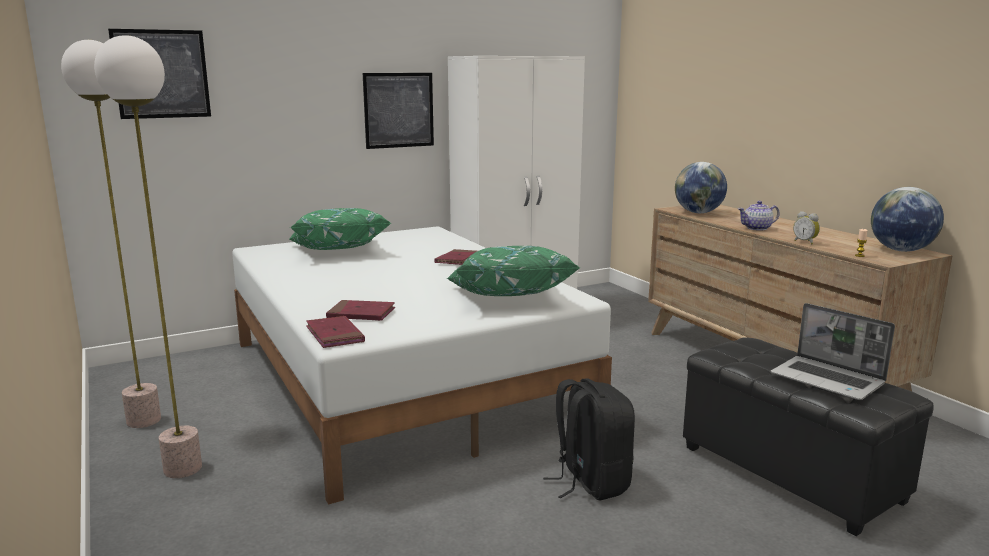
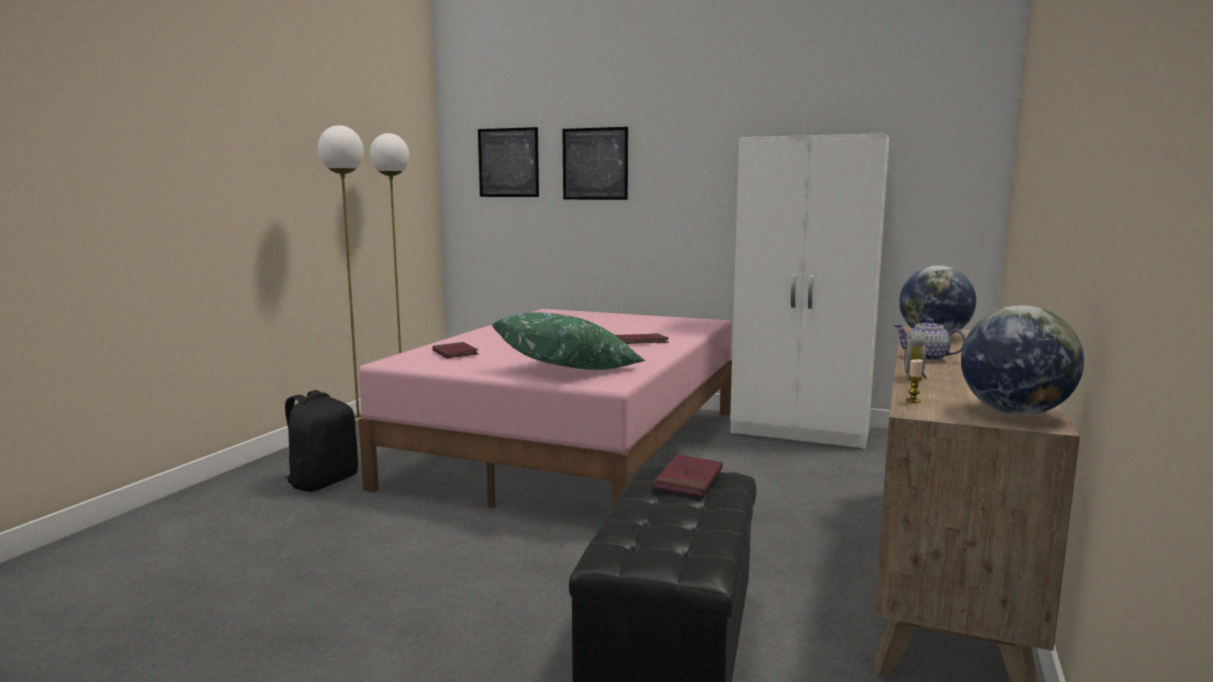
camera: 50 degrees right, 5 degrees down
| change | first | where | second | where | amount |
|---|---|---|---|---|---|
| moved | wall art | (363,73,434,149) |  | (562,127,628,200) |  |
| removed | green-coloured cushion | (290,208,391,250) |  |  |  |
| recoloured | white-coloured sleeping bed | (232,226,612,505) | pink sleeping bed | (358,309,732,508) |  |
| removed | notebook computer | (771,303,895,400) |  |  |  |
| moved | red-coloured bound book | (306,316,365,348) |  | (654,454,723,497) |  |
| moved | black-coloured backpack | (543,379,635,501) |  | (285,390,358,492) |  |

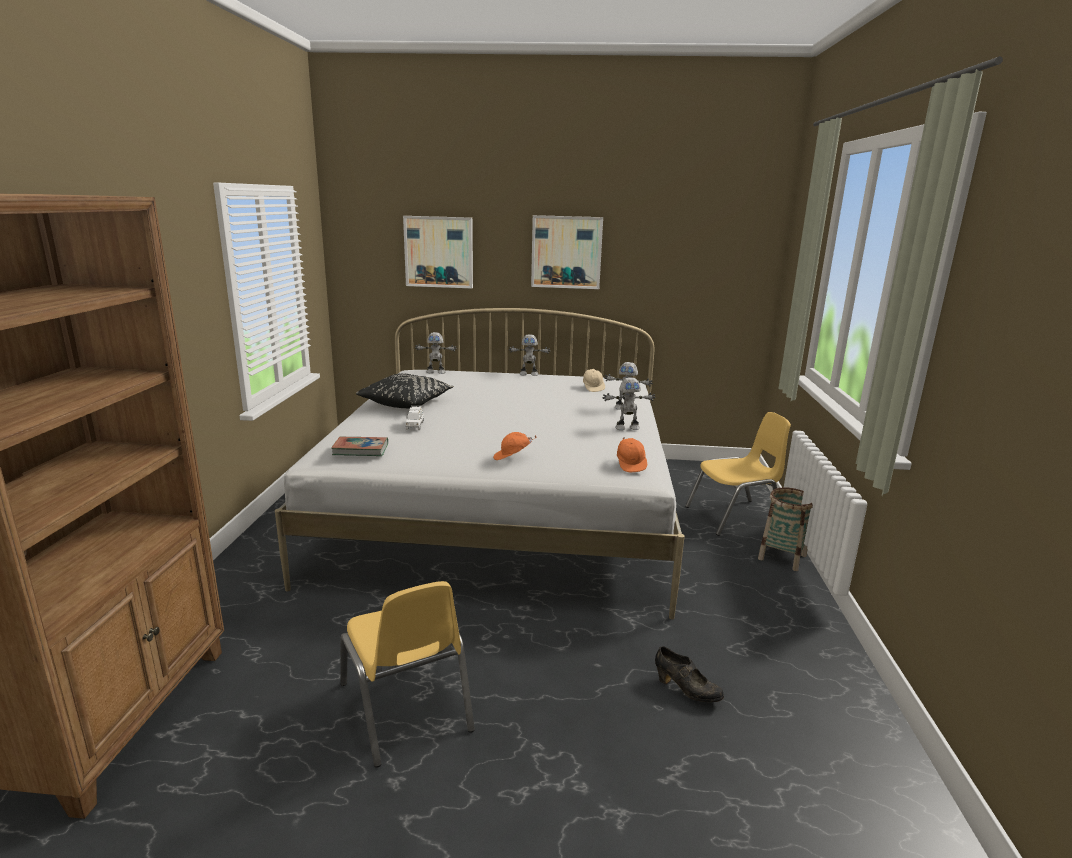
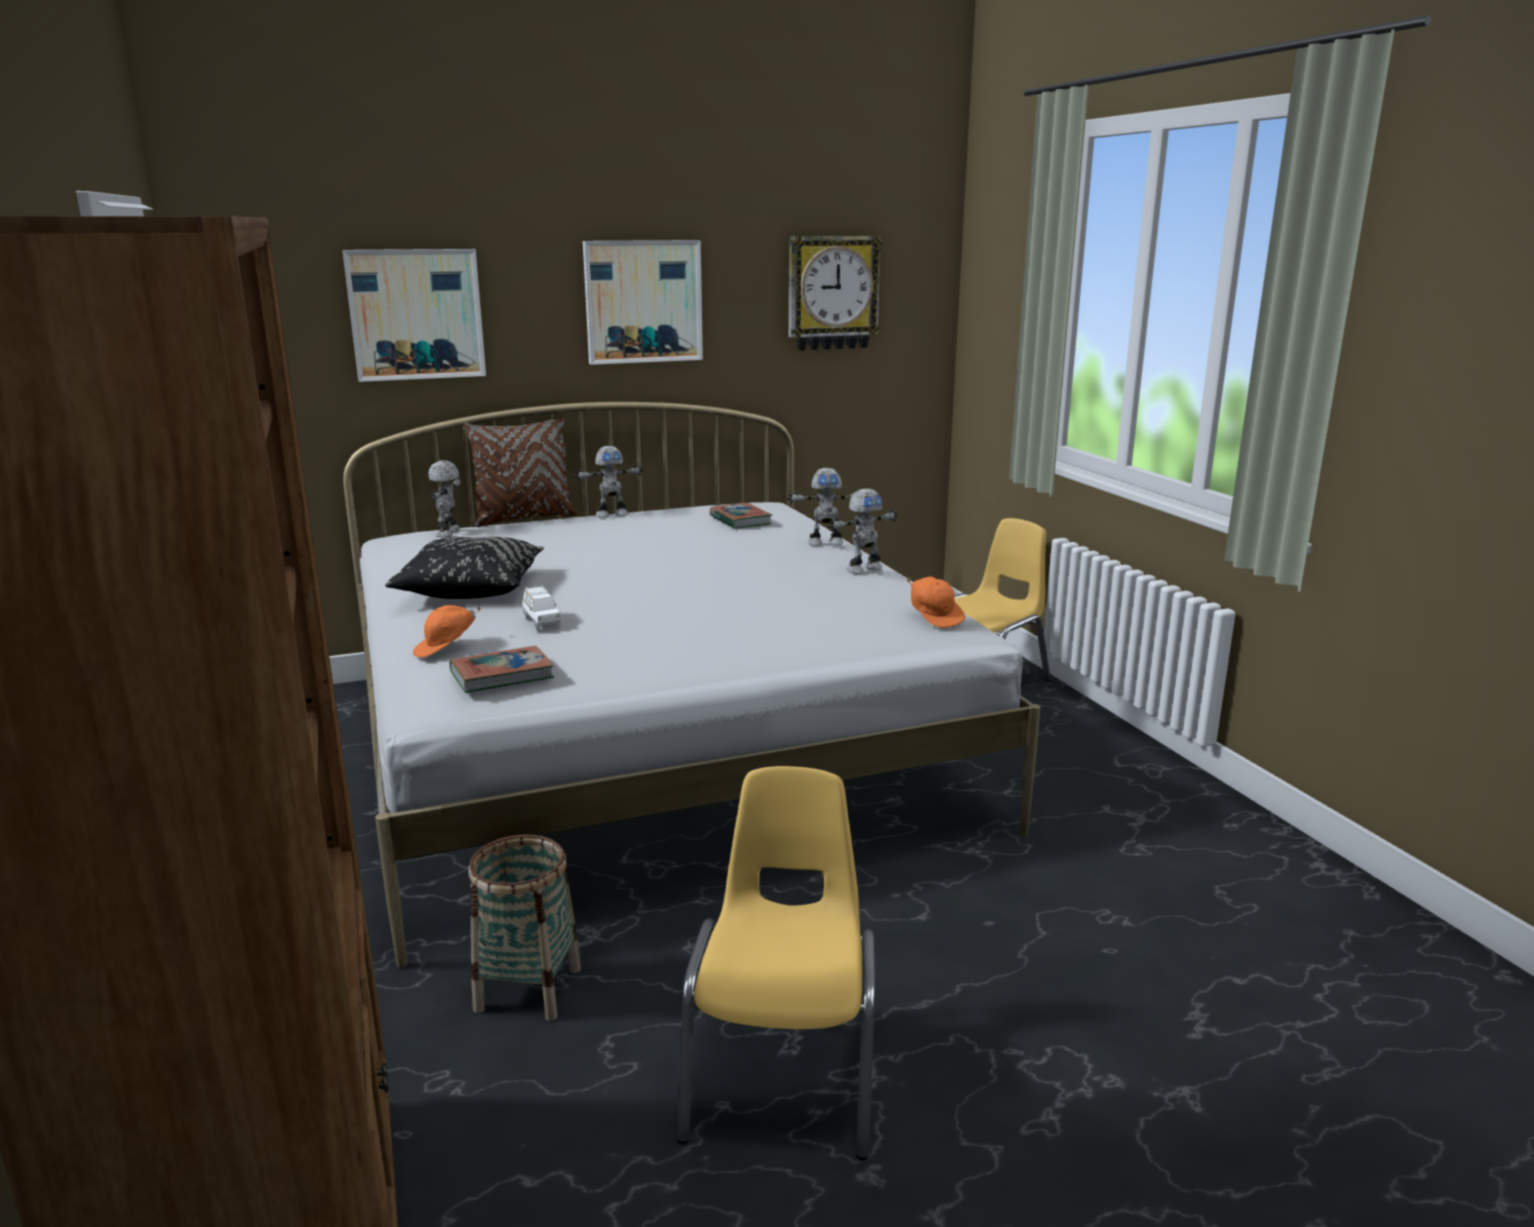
camera: 25 degrees left, 0 degrees up
| change | first | where | second | where | amount |
|---|---|---|---|---|---|
| turned | model robot | (415,332,457,374) |  | (428,460,461,537) | 120 degrees clockwise |
| replaced | beige-coloured cap | (583,369,605,392) | bound book | (709,503,772,529) |  |
| moved | orangey cap | (493,432,537,460) |  | (413,605,481,657) |  |
| moved | household basket | (758,488,813,571) |  | (469,835,581,1021) |  |
| turned | yellow-coloured upright chair | (340,581,475,768) |  | (677,766,875,1160) | 120 degrees counterclockwise |
| removed | black-coloured low shoe | (655,646,724,702) |  |  |  |
| added |  |  | clock on the wall | (789,236,883,351) |  |
| added |  |  | brown-coloured cushion | (464,418,577,527) |  |

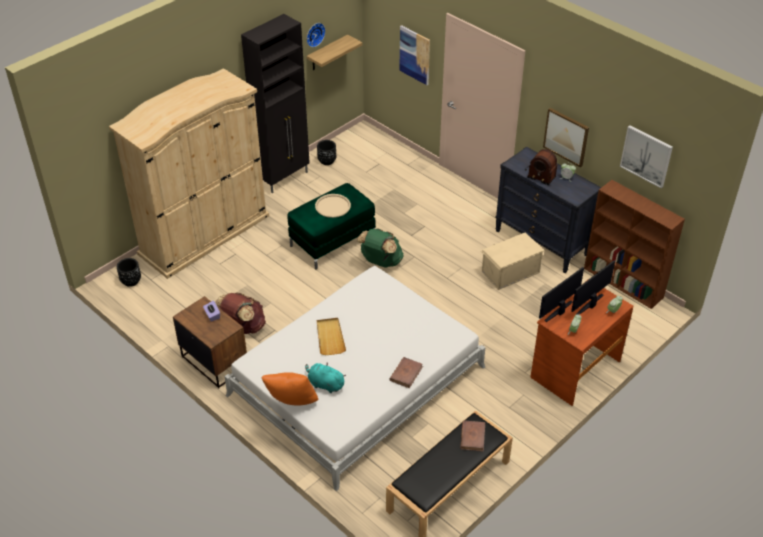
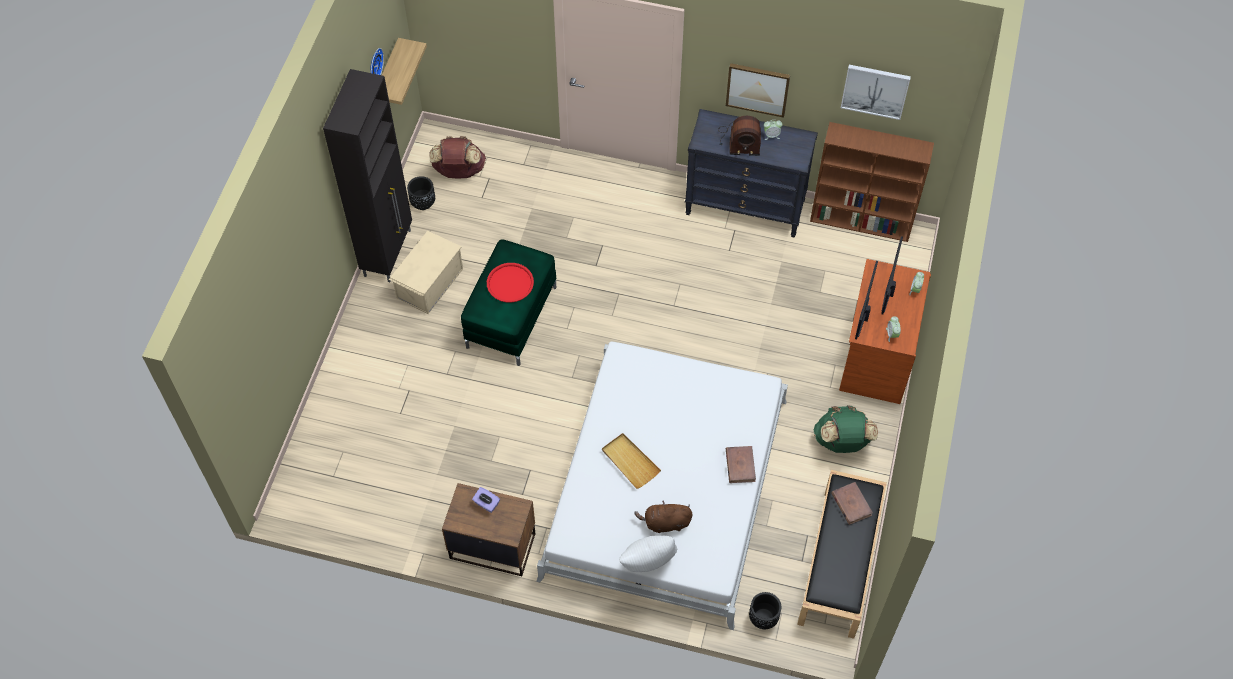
camera: 30 degrees left, 15 degrees up
| change | first | where | second | where | amount |
|---|---|---|---|---|---|
| removed | wall art | (399,25,430,85) |  |  |  |
| removed | beige-coloured clothes cupboard | (109,68,269,279) |  |  |  |
| recoloured | beige-coloured serving tray | (315,194,351,218) | red-coloured serving tray | (487,263,534,303) |  |
| moved | green-coloured backpack | (357,229,404,268) |  | (814,405,878,453) |  |
| moved | beige-coloured storage container | (481,232,544,290) |  | (389,231,463,314) |  |
| moved | black-coloured planter | (117,258,141,287) |  | (749,592,781,629) |  |
| moved | brown-coloured backpack | (215,293,266,334) |  | (429,136,486,178) |  |
| recoloured | turquoise cuddly toy | (305,363,346,393) | brown-coloured cuddly toy | (634,501,693,533) |  |
| recoloured | orangey cushion | (261,372,318,406) | white-coloured cushion | (619,535,677,572) |  |

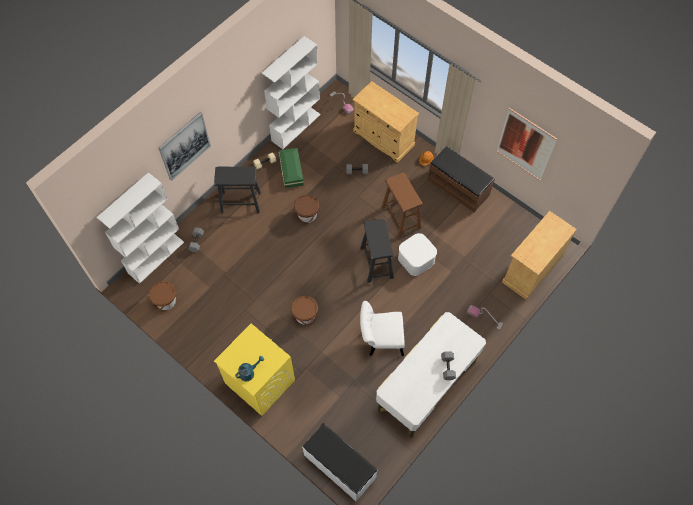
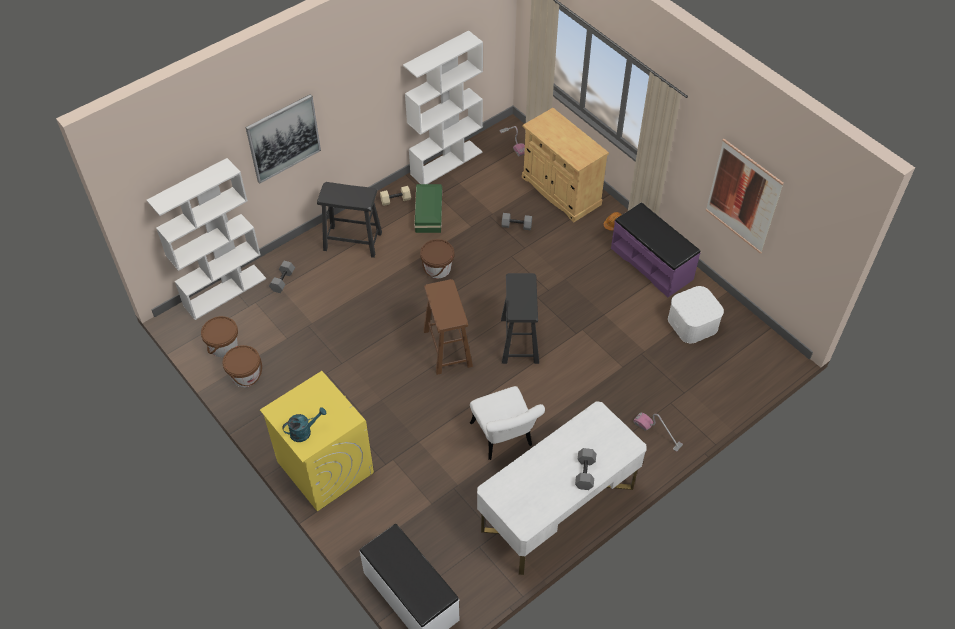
camera: 10 degrees right, 10 degrees down
| change | first | where | second | where | amount |
|---|---|---|---|---|---|
| recoloured | brown-coloured indoor bench | (428,146,494,212) | purple indoor bench | (611,202,700,297) |  |
| moved | brown-coloured sitting stool | (381,173,423,238) |  | (423,279,473,375) |  |
| removed | beige-coloured storage cabinet | (502,211,577,300) |  |  |  |
| moved | white-coloured storage container | (398,233,437,276) |  | (668,286,724,343) |  |
| moved | brown-coloured bucket | (291,296,318,325) |  | (223,345,262,387) |  |
| turned | white-coloured upright chair | (360,301,405,356) |  | (470,386,545,460) | 120 degrees counterclockwise |

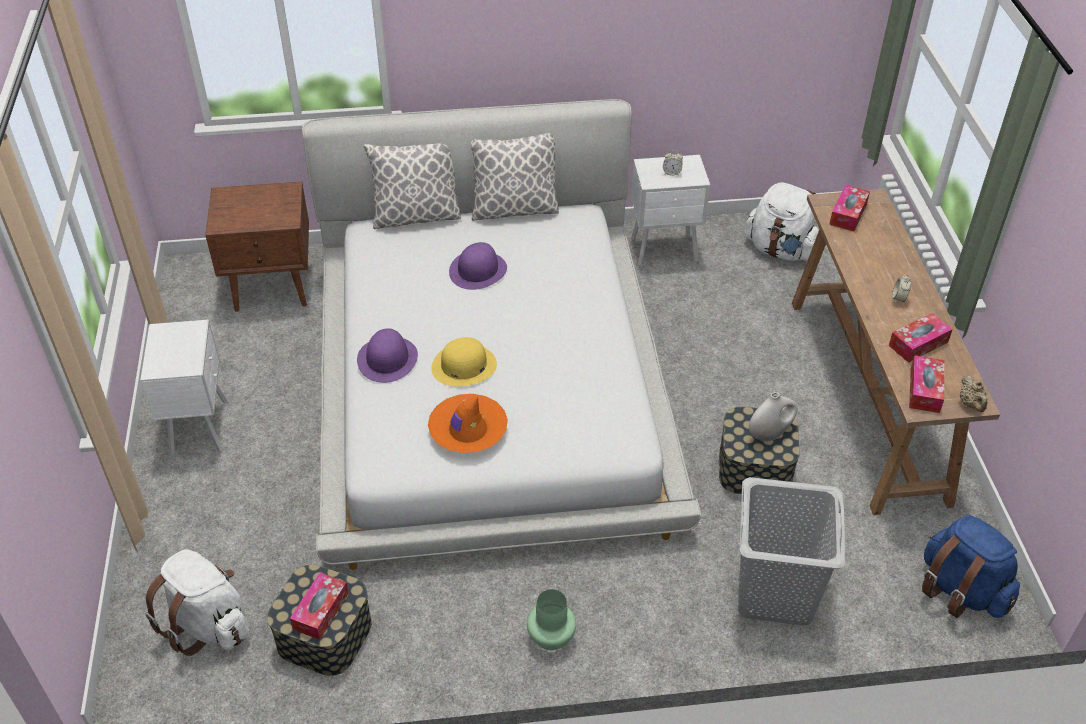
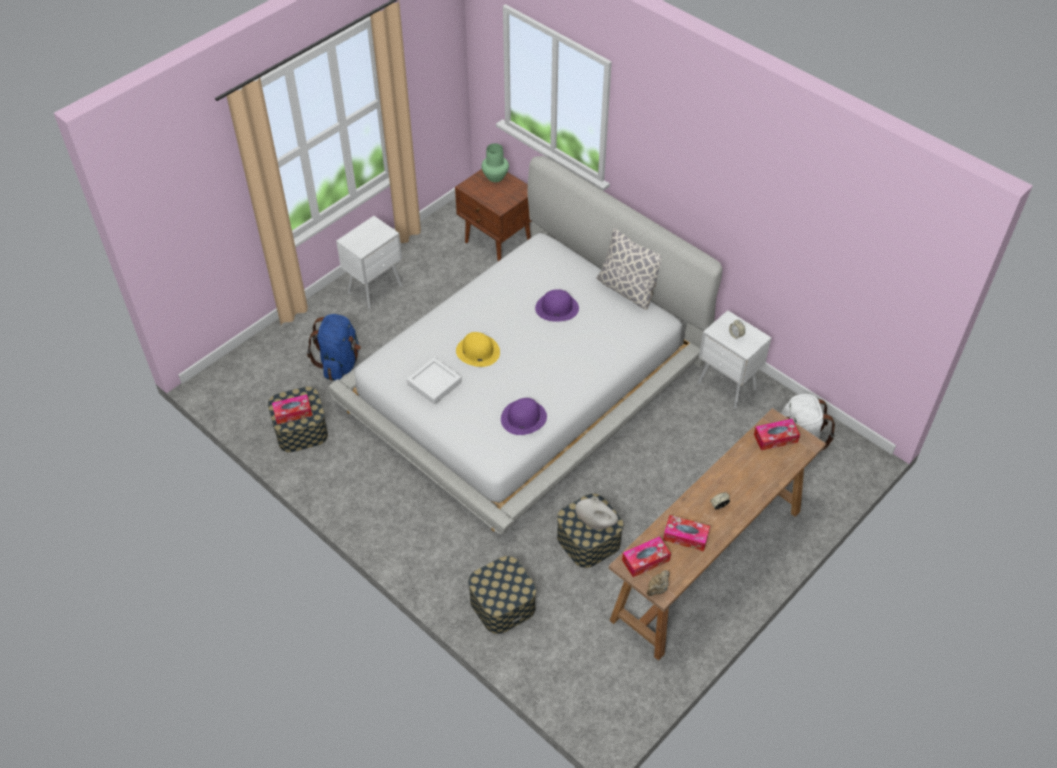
camera: 50 degrees right, 5 degrees up
| change | first | where | second | where | amount |
|---|---|---|---|---|---|
| removed | cushion | (364,144,461,229) |  |  |  |
| moved | purple clothing hat | (357,328,418,383) |  | (501,398,547,435) |  |
| replaced | orangey clothing hat | (428,394,508,453) | white-coloured serving tray | (407,357,462,405) |  |
| replaced | gray laundry basket | (738,477,845,625) | storage container | (468,556,536,634) |  |
| moved | blue backpack | (922,515,1020,618) |  | (307,314,361,381) |  |
| removed | white-coloured backpack | (146,549,248,656) |  |  |  |
| moved | green-coloured flower vase | (527,589,576,650) |  | (481,143,509,182) |  |

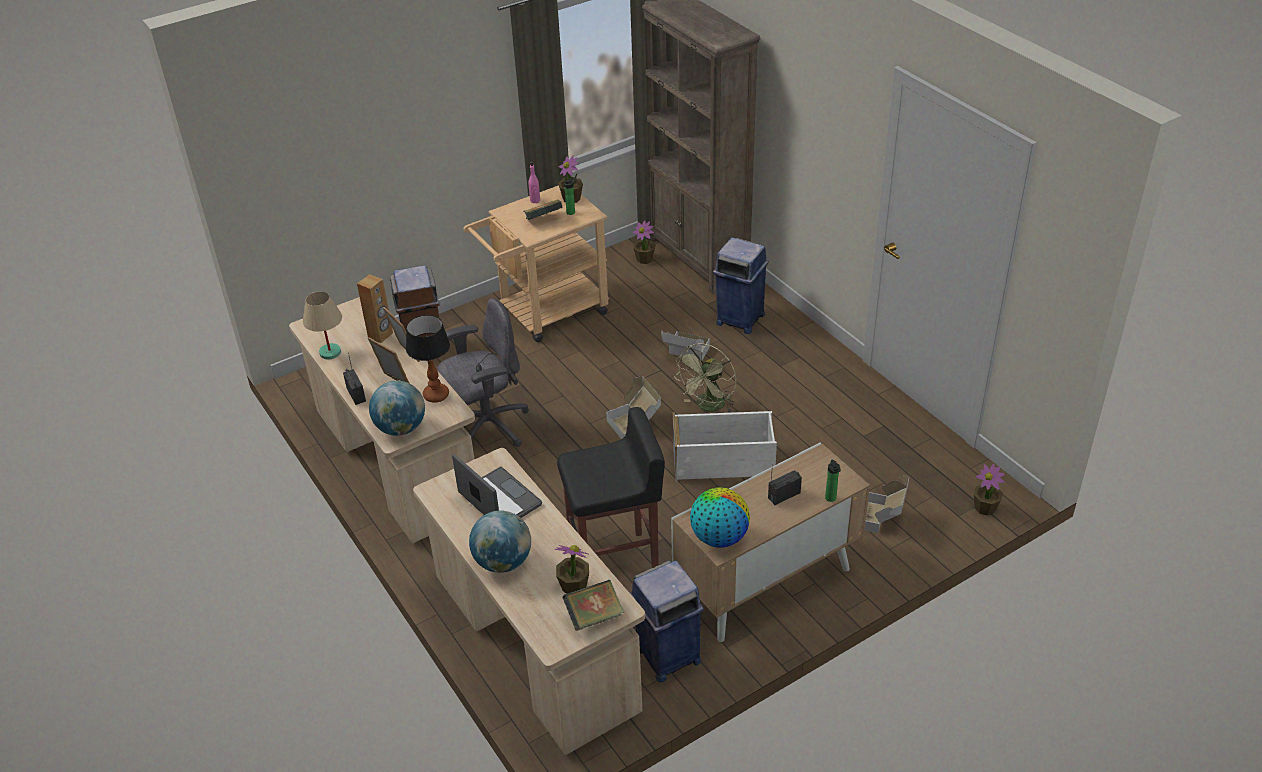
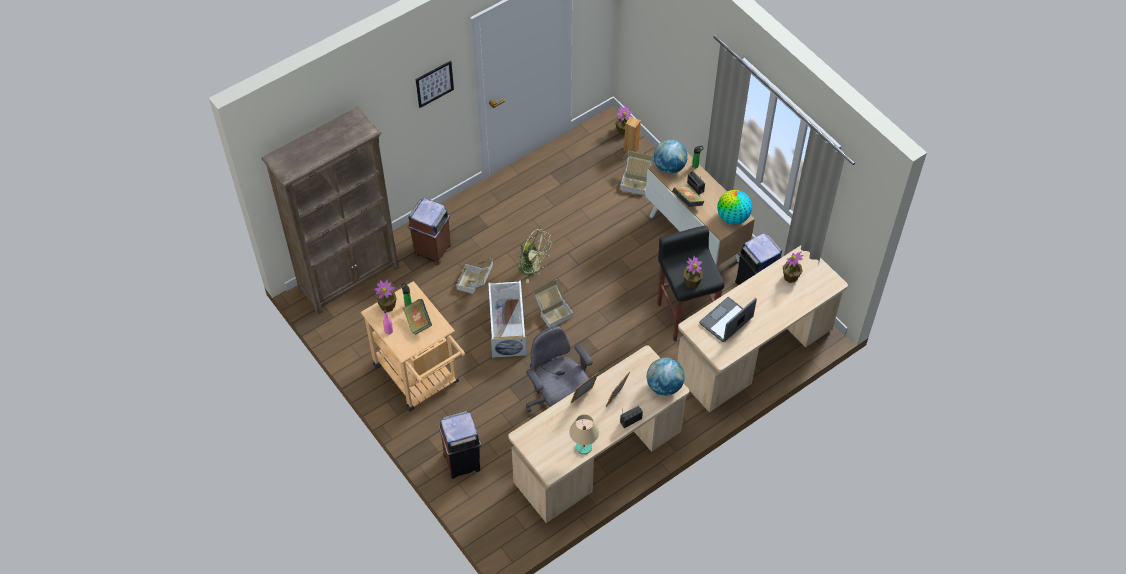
camera: 95 degrees left, 15 degrees up
| change | first | where | second | where | amount |
|---|---|---|---|---|---|
| moved | plant in a pot | (633,221,656,264) |  | (684,256,703,288) |  |
| recoloured | blue trash can | (713,237,768,334) | brown-coloured trash can | (408,198,452,265) |  |
| moved | brown-coloured audio speaker | (357,274,393,343) |  | (624,116,641,152) |  |
| removed | tabletop lamp | (406,315,450,403) |  |  |  |
| moved | white-coloured storage container | (673,411,777,481) |  | (488,281,527,358) |  |
| moved | world globe | (469,510,531,573) |  | (654,140,688,174) |  |
| moved | bound book | (563,580,624,631) |  | (672,186,705,207) |  |
| added |  |  | wall art | (416,61,454,108) |  |

